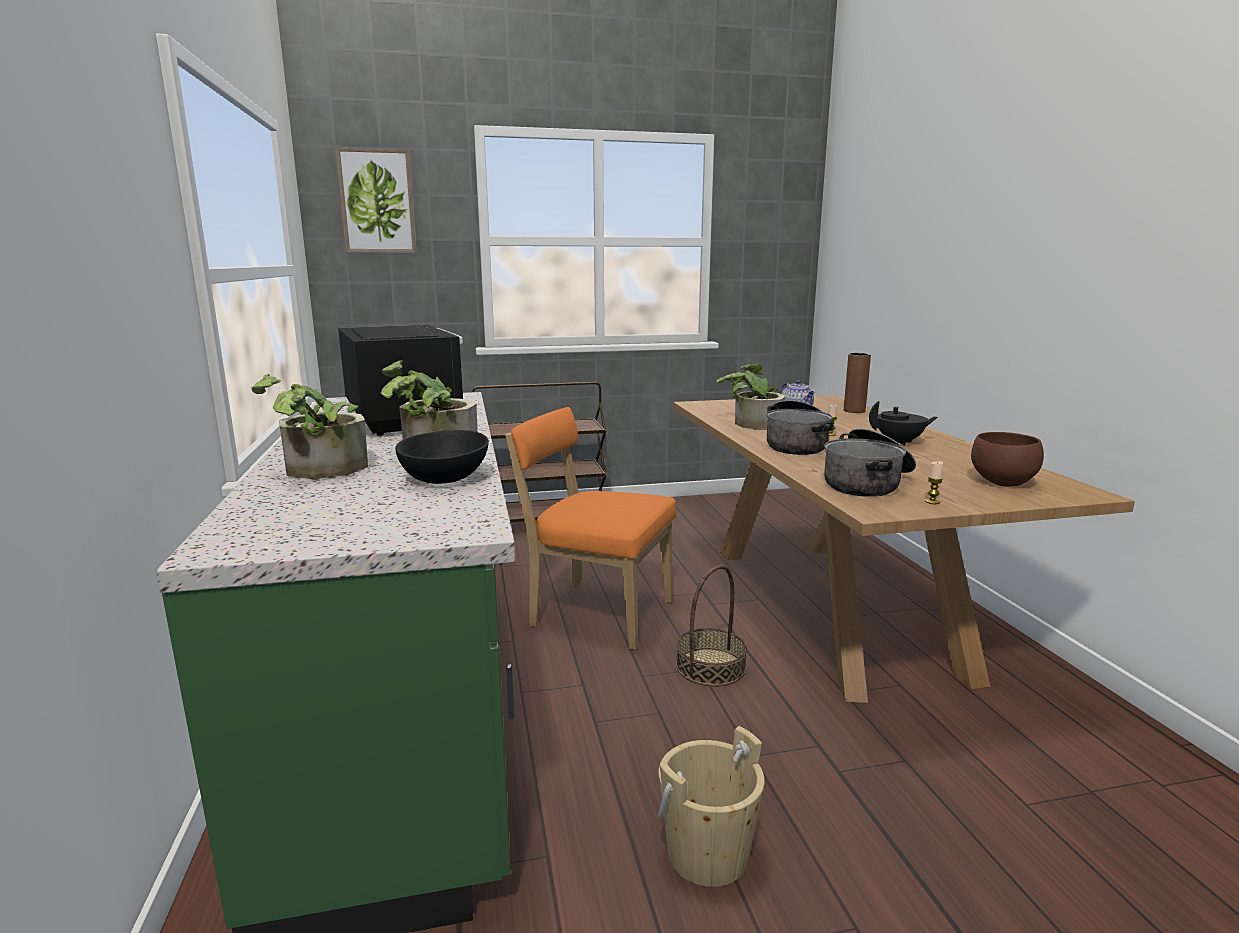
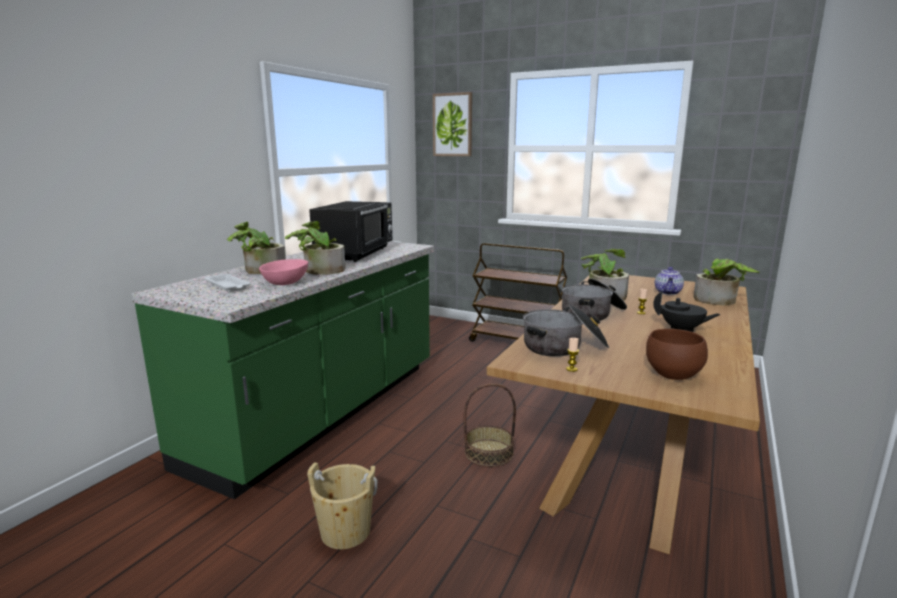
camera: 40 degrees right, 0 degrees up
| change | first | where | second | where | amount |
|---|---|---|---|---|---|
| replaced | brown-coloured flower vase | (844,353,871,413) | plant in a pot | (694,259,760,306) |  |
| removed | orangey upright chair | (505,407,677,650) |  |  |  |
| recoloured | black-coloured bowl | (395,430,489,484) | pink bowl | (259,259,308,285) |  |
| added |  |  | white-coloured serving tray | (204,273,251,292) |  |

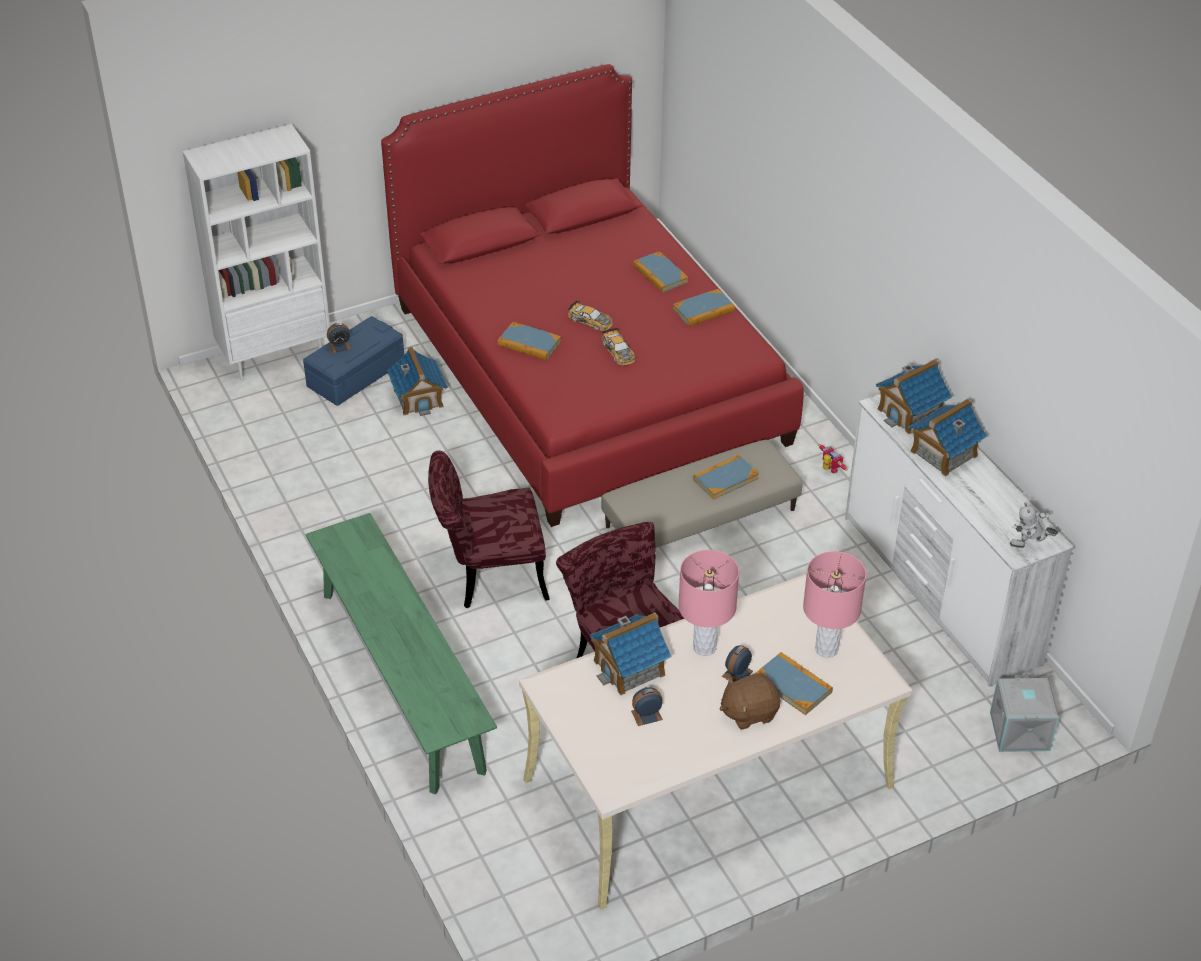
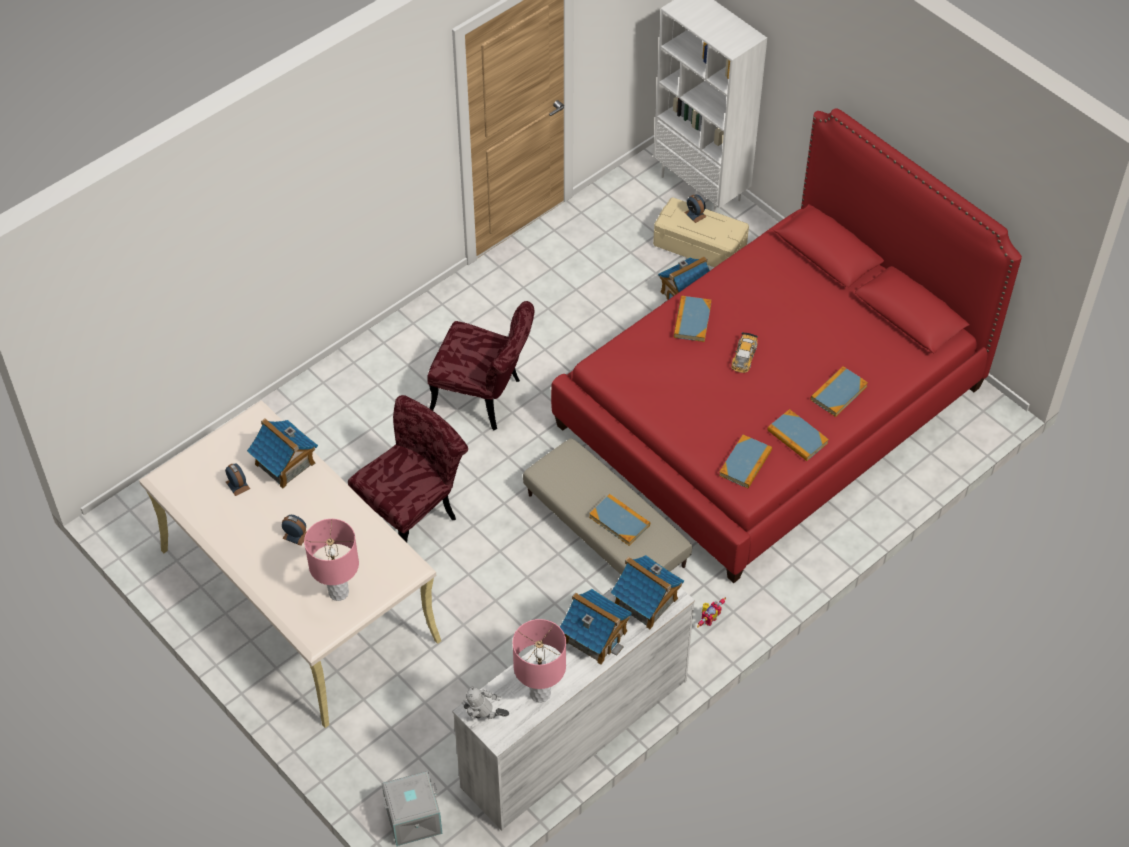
camera: 75 degrees right, 10 degrees up
| change | first | where | second | where | amount |
|---|---|---|---|---|---|
| recoloured | blue storage container | (303,316,404,406) | beige-coloured storage container | (653,197,749,268) |  |
| removed | miniature car | (602,328,635,365) |  |  |  |
| turned | red-coloured upright chair | (428,451,550,608) |  | (427,301,534,430) | 135 degrees clockwise |
| turned | model robot | (1010,502,1058,548) |  | (462,686,509,719) | 60 degrees counterclockwise |
| removed | green-coloured indoor bench | (306,513,497,794) |  |  |  |
| moved | pink tabletop lamp | (679,550,739,656) |  | (513,619,566,703) |  |
| moved | bound book | (755,652,833,715) |  | (719,435,772,488) |  |
| removed | brown-coloured cuddly toy | (719,673,781,730) |  |  |  |

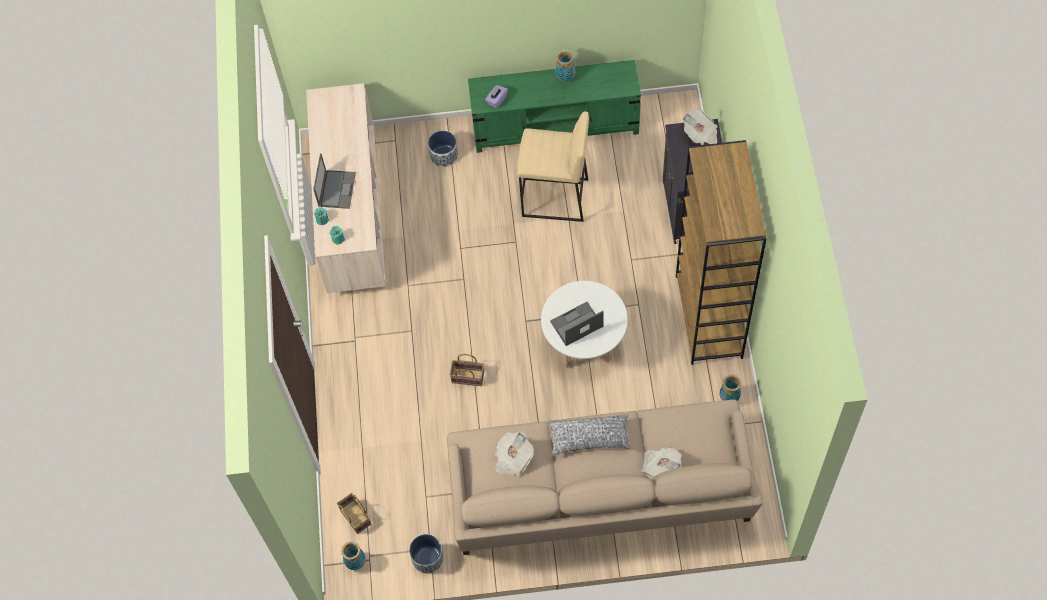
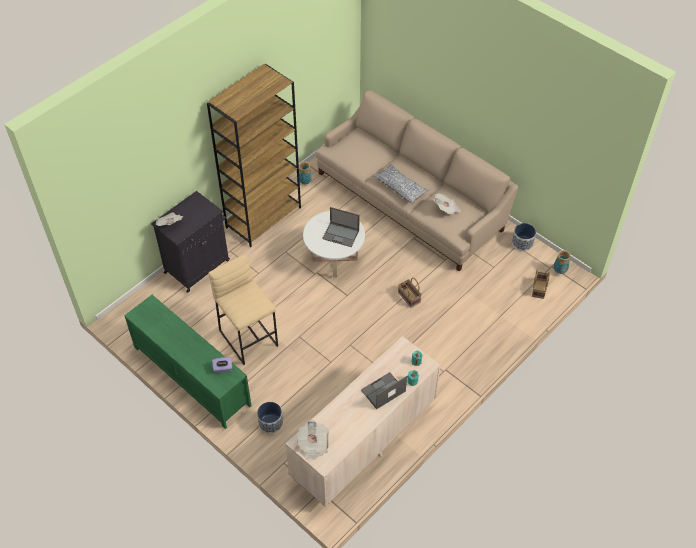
camera: 135 degrees left, 10 degrees down
| change | first | where | second | where | amount |
|---|---|---|---|---|---|
| removed | flower vase | (555,50,575,82) |  |  |  |
| moved | printed paper | (641,447,682,478) |  | (297,420,329,461) |  |

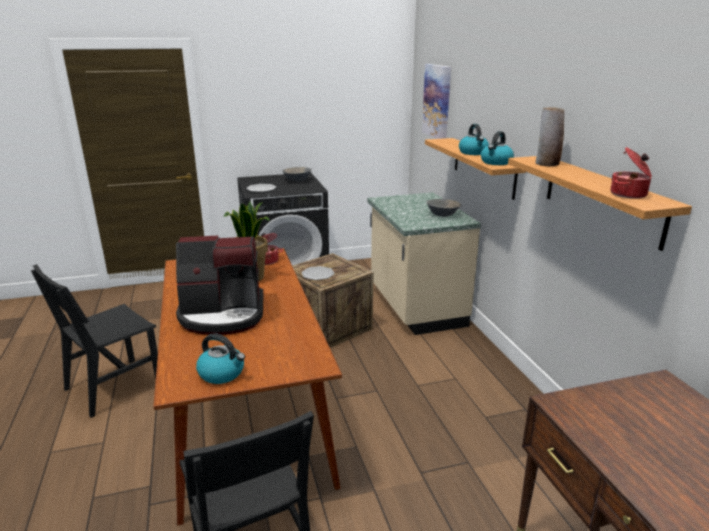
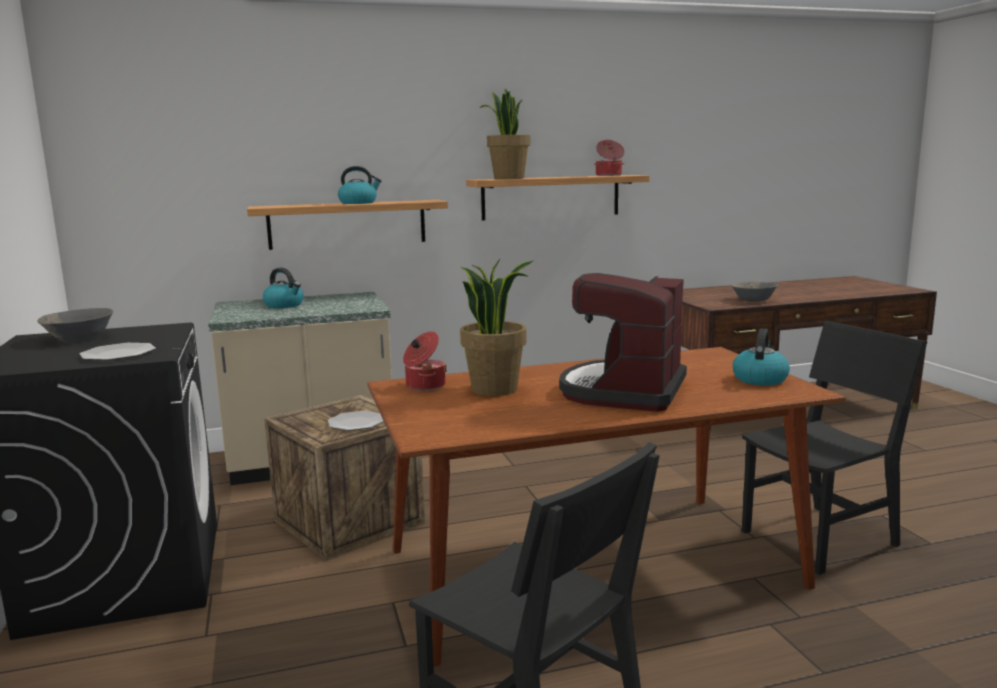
camera: 90 degrees left, 10 degrees down
| change | first | where | second | where | amount |
|---|---|---|---|---|---|
| removed | wall art | (422,64,451,139) |  |  |  |
| replaced | flower vase | (535,107,565,166) | plant in a pot | (480,88,530,179) |  |
| moved | tea kettle | (481,131,514,165) |  | (263,268,304,308) |  |
| moved | gray bowl | (426,199,462,217) |  | (731,282,778,302) |  |
| turned | coffee maker | (176,236,264,335) |  | (559,273,687,412) | 150 degrees counterclockwise |

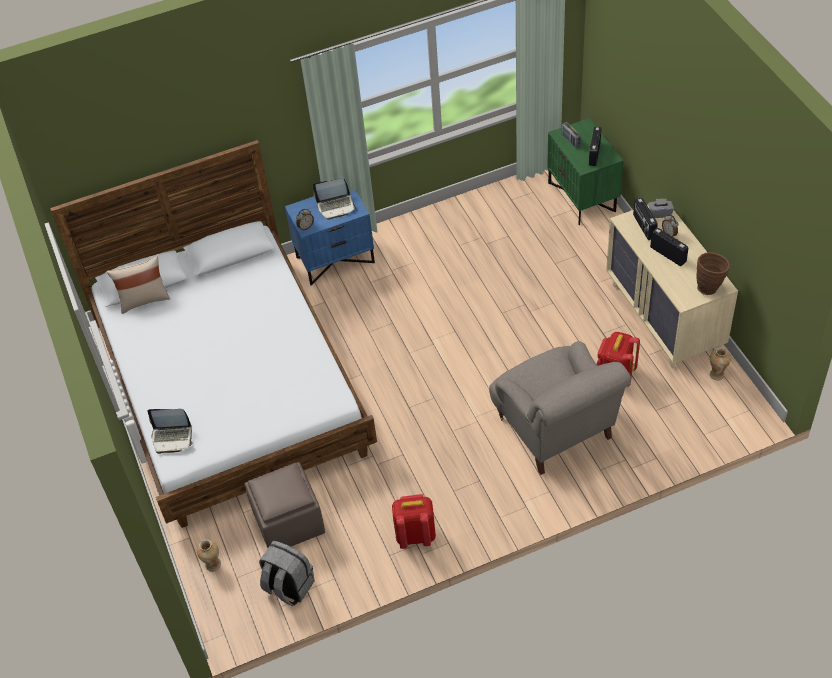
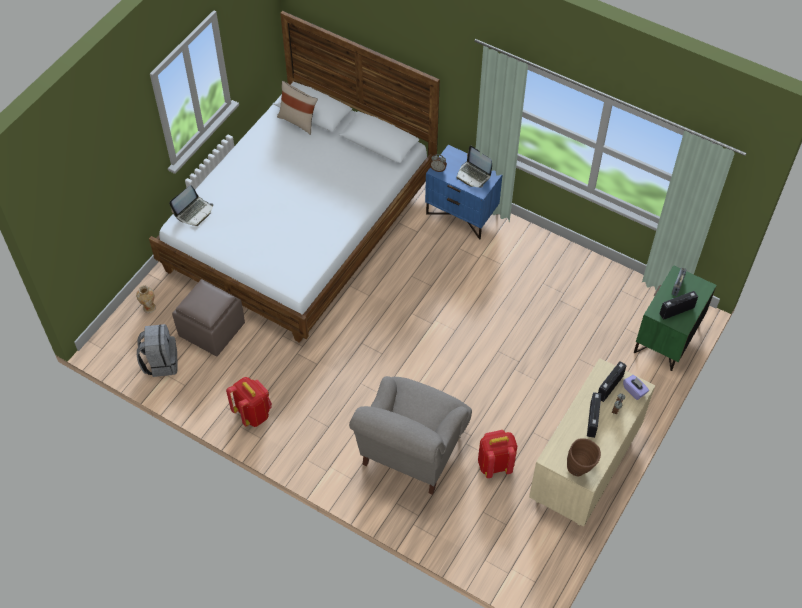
camera: 50 degrees right, 5 degrees up
| change | first | where | second | where | amount |
|---|---|---|---|---|---|
| recoloured | gray tissue box | (648,199,674,218) | purple tissue box | (623,375,649,400) |  |
| removed | flower vase | (710,347,731,380) |  |  |  |
| turned | notebook computer | (148,409,193,454) |  | (169,185,213,226) | 105 degrees counterclockwise |

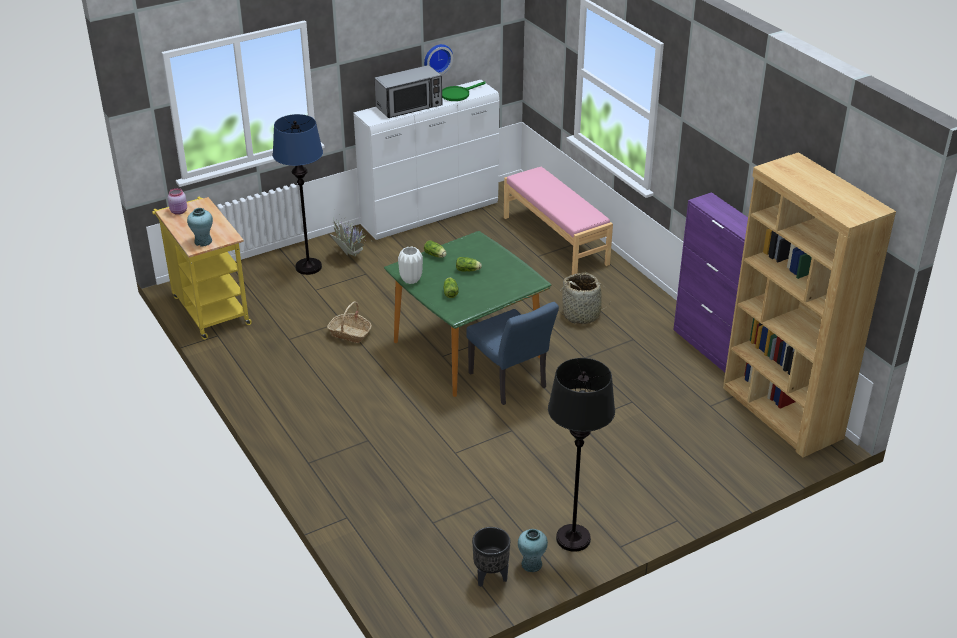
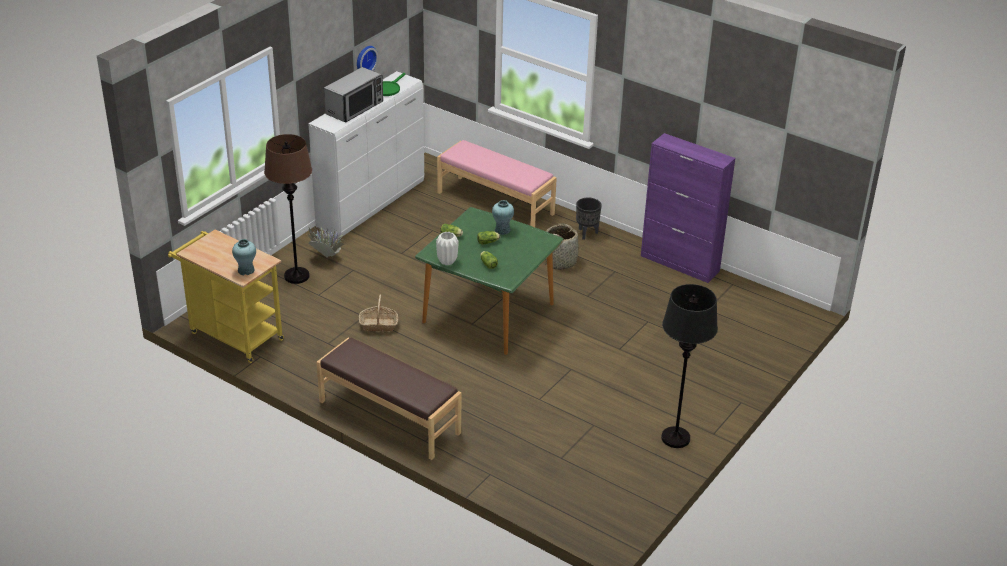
camera: 25 degrees left, 0 degrees up
| change | first | where | second | where | amount |
|---|---|---|---|---|---|
| recoloured | blue floor lamp | (273,114,323,275) | brown-coloured floor lamp | (264,134,312,284) |  |
| removed | brown-coloured shelving unit | (723,152,896,458) |  |  |  |
| removed | pink preserve jar | (168,188,187,215) |  |  |  |
| removed | blue upright chair | (466,302,559,405) |  |  |  |
| moved | black-coloured planter | (472,527,510,587) |  | (576,198,602,240) |  |
| moved | turquoise flower vase | (518,529,548,572) |  | (492,200,514,235) |  |
| added |  |  | brown-coloured indoor bench | (317,338,461,460) |  |

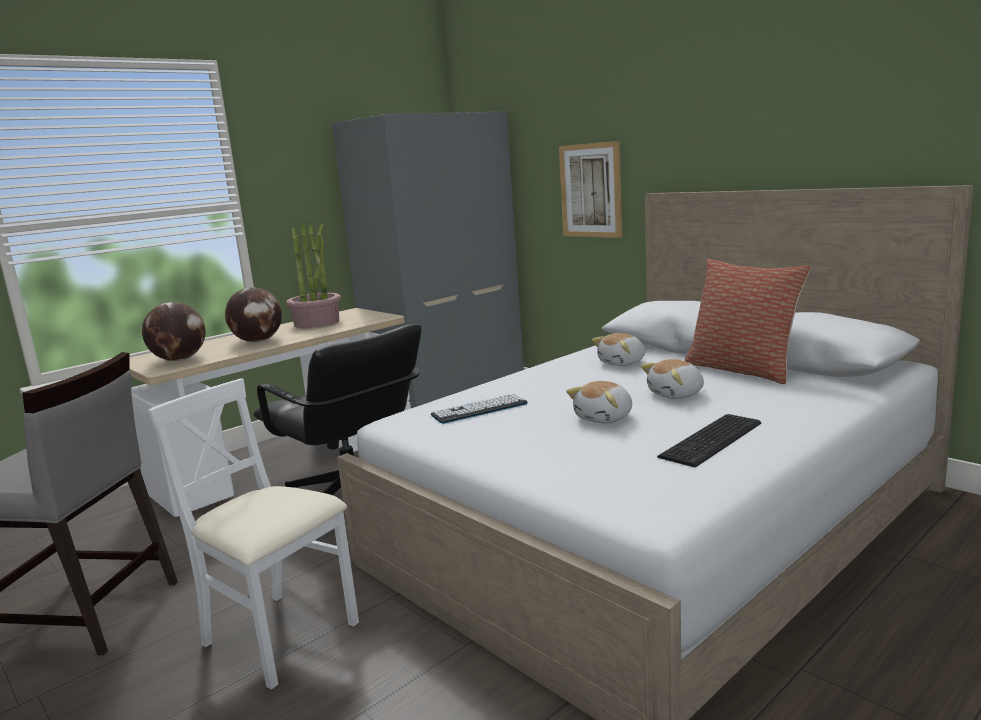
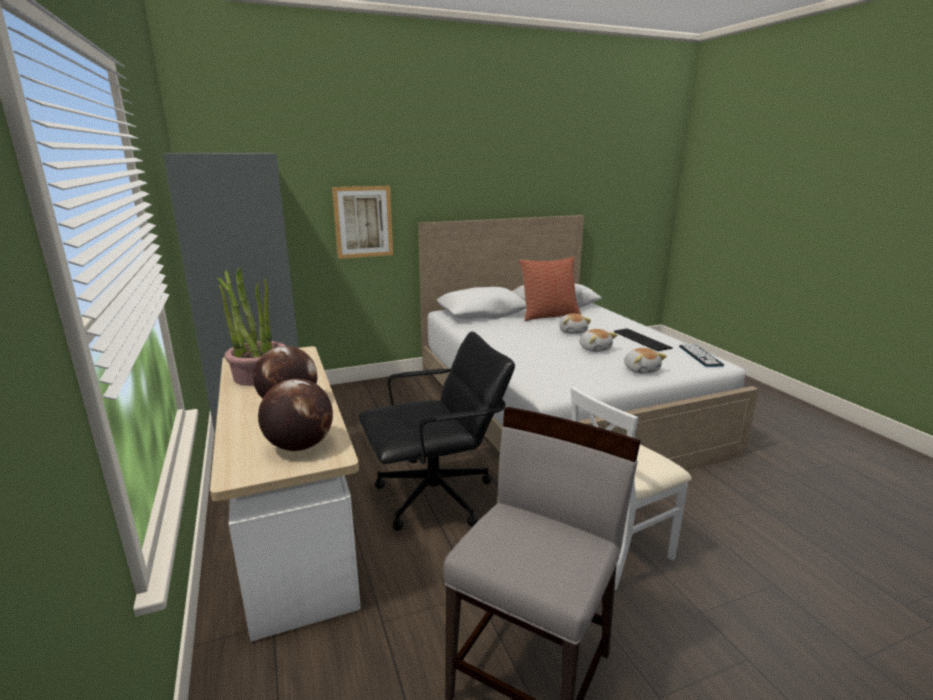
camera: 70 degrees left, 5 degrees up
| change | first | where | second | where | amount |
|---|---|---|---|---|---|
| moved | cuddly toy | (592,333,645,366) |  | (624,348,667,374) |  |
| moved | keyboard | (431,393,528,424) |  | (679,344,724,367) |  |

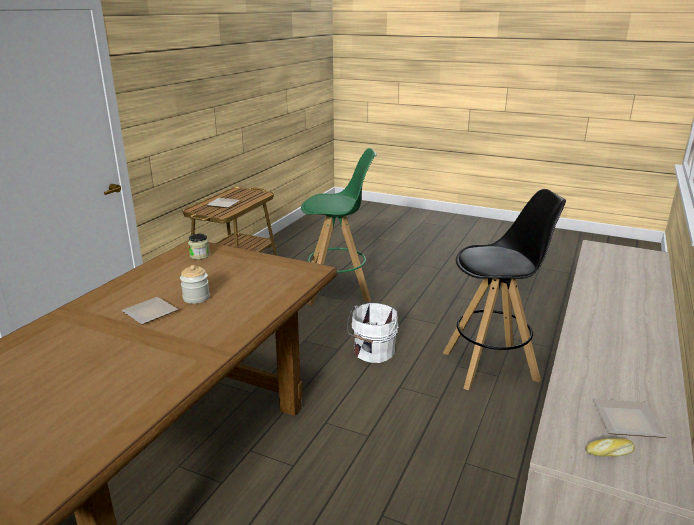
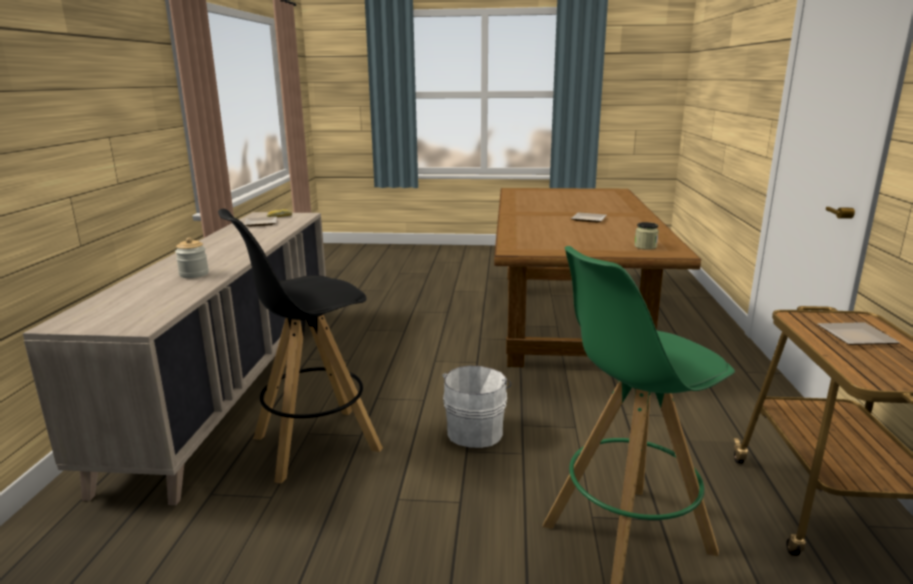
camera: 160 degrees right, 5 degrees down
| change | first | where | second | where | amount |
|---|---|---|---|---|---|
| moved | preserve jar | (180,265,210,304) |  | (175,237,209,278) |  |

